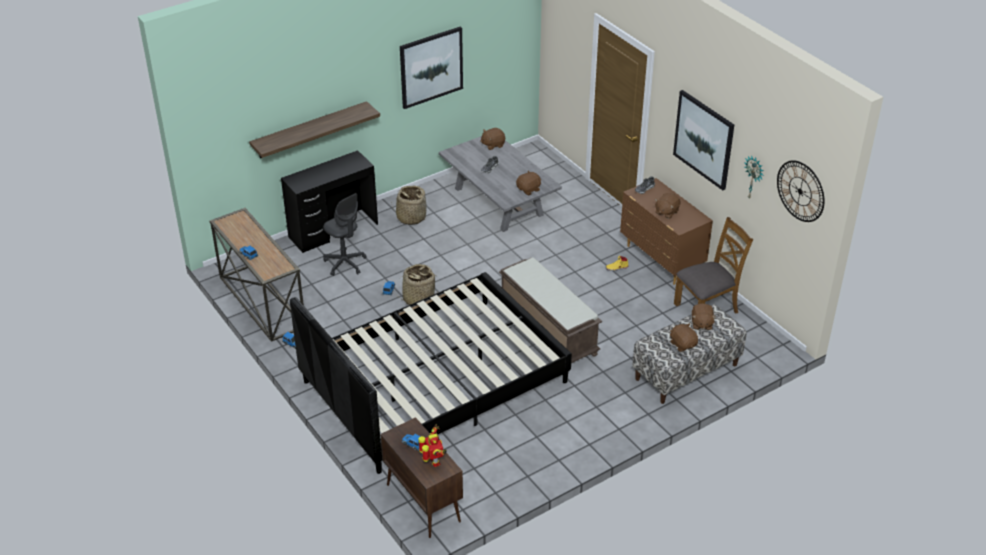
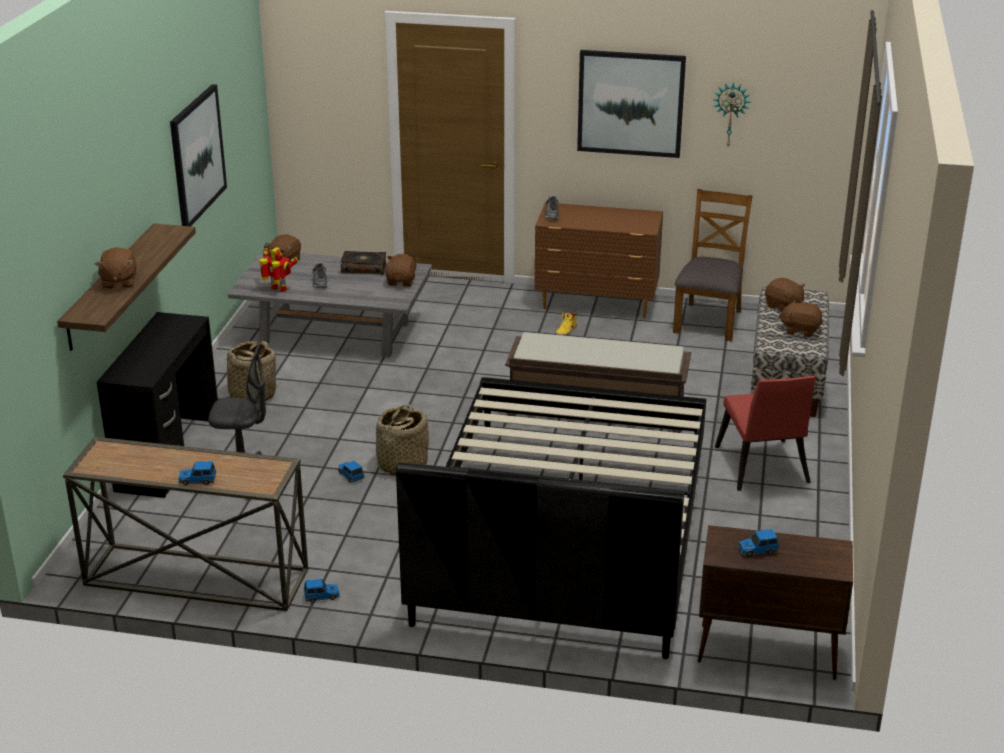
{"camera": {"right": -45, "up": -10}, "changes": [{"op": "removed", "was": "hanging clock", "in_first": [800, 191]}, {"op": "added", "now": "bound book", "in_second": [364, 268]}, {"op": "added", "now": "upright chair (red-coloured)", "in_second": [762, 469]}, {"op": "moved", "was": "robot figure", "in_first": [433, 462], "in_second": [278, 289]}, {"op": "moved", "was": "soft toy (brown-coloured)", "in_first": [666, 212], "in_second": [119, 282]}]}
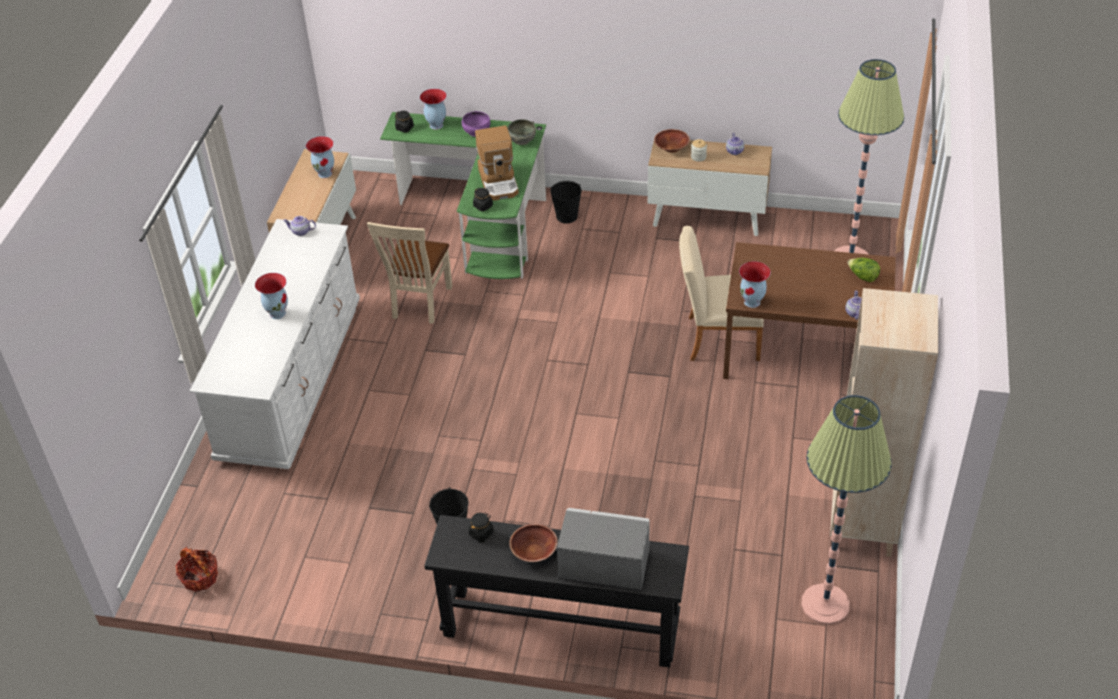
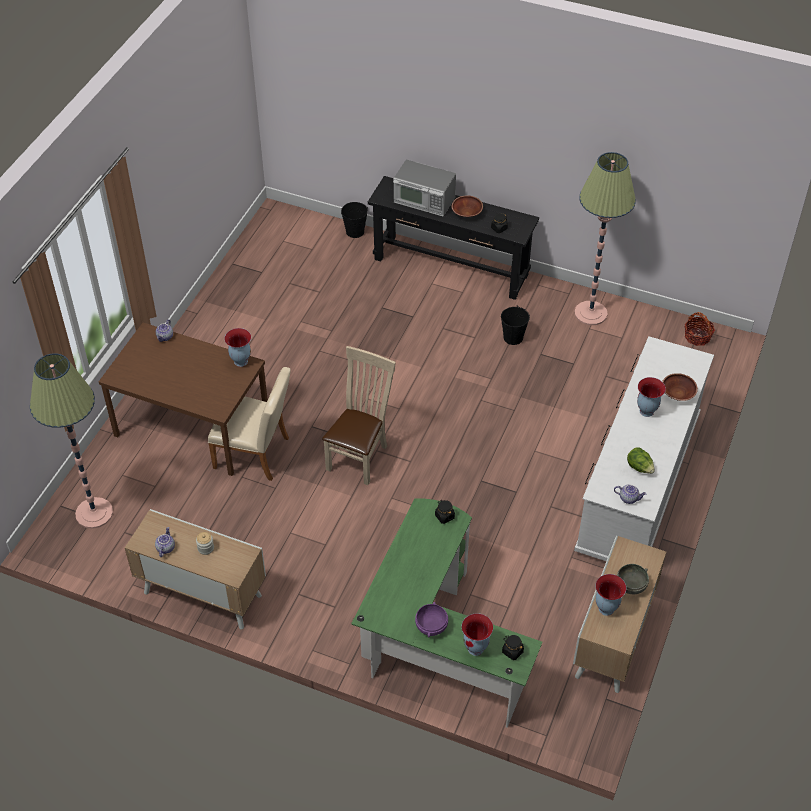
{"camera": {"right": -170, "up": 5}, "changes": [{"op": "removed", "was": "coffee brewer", "in_first": [499, 181]}, {"op": "removed", "was": "shelving unit (beige)", "in_first": [863, 526]}, {"op": "moved", "was": "upright chair (beige)", "in_first": [419, 304], "in_second": [360, 455]}, {"op": "moved", "was": "serving bowl (grey)", "in_first": [521, 140], "in_second": [631, 586]}, {"op": "moved", "was": "bucket (black-coloured)", "in_first": [567, 216], "in_second": [355, 231]}, {"op": "moved", "was": "serving bowl (brown-coloured)", "in_first": [671, 148], "in_second": [677, 393]}, {"op": "moved", "was": "standard lamp", "in_first": [825, 604], "in_second": [590, 313]}, {"op": "moved", "was": "head of lettuce", "in_first": [862, 277], "in_second": [639, 467]}]}
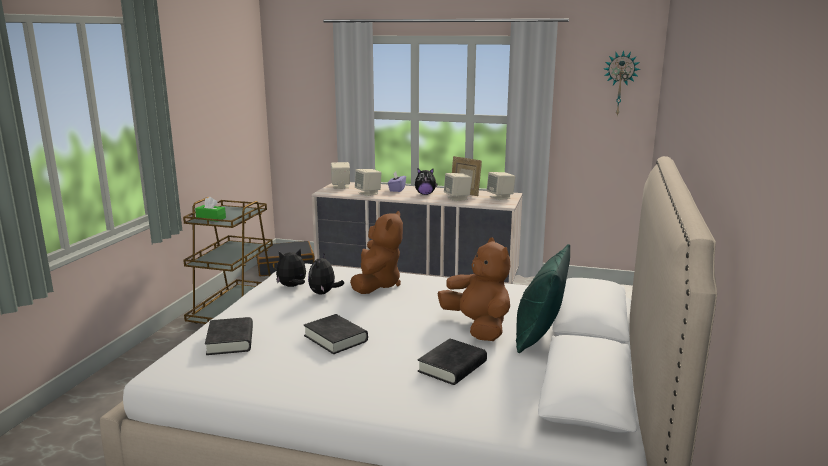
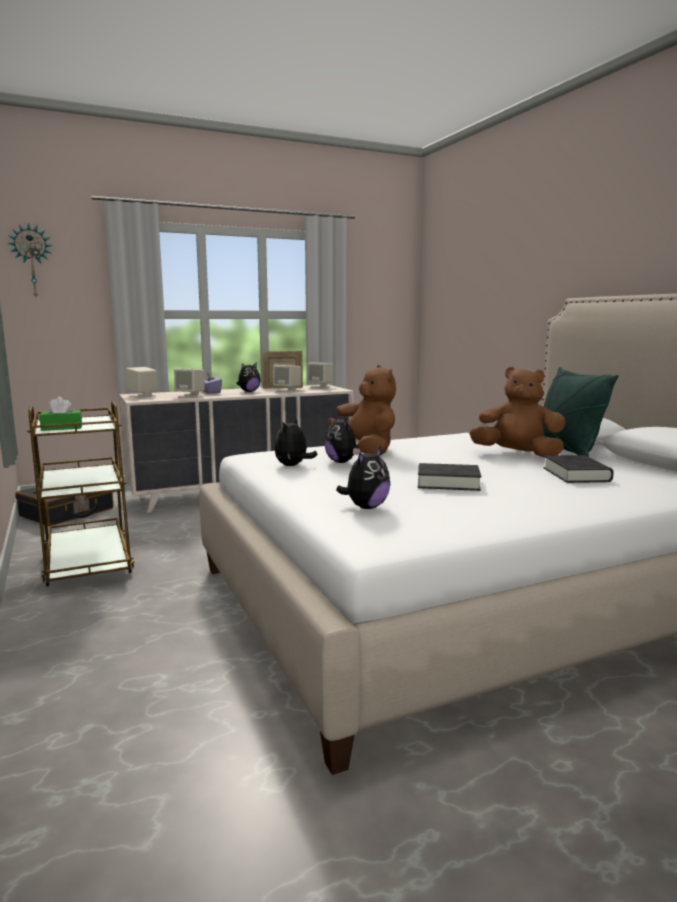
{"camera": {"right": -40, "up": -5}, "changes": [{"op": "moved", "was": "hanging clock", "in_first": [620, 83], "in_second": [32, 261]}, {"op": "replaced", "was": "bound book (black-coloured)", "now": "soft toy", "in_first": [230, 341], "in_second": [366, 507]}]}
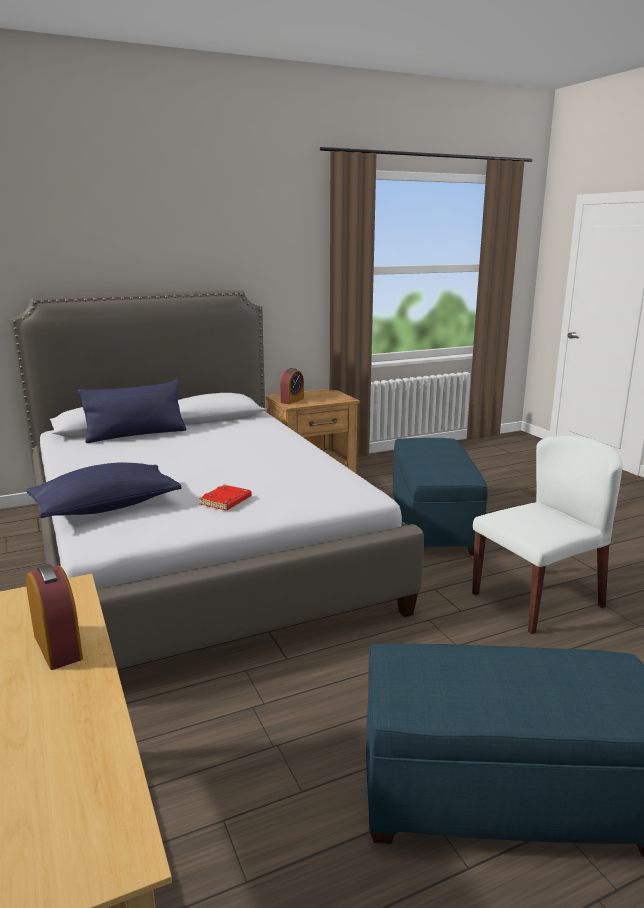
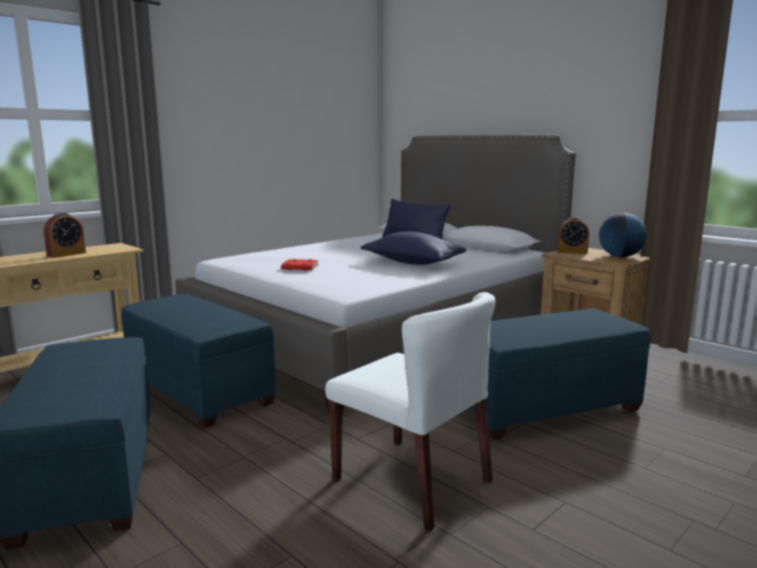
{"camera": {"right": 70, "up": -5}, "changes": [{"op": "added", "now": "pouffe (blue)", "in_second": [199, 390]}, {"op": "added", "now": "world globe", "in_second": [620, 256]}, {"op": "moved", "was": "throw pillow (blue)", "in_first": [106, 507], "in_second": [412, 263]}]}
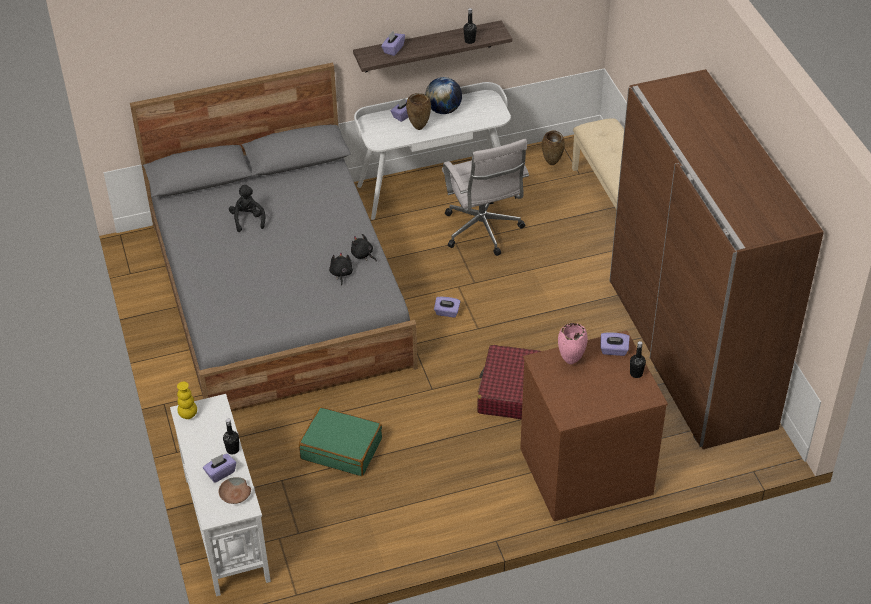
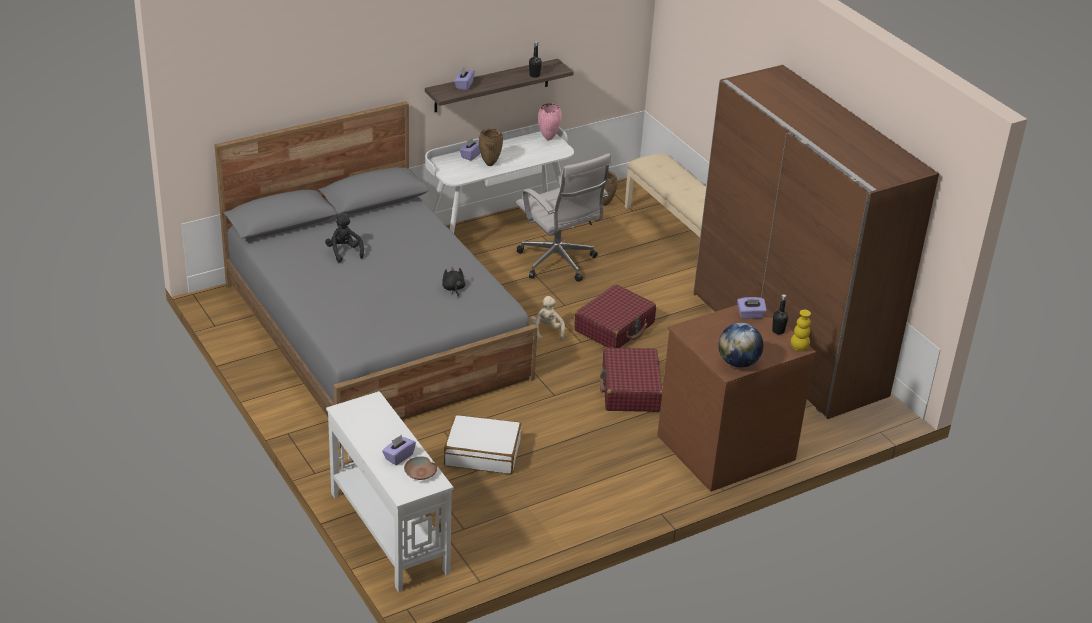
{"camera": {"right": -15, "up": -10}, "changes": [{"op": "removed", "was": "bottle (black-coloured)", "in_first": [232, 449]}, {"op": "removed", "was": "soft toy (black-coloured)", "in_first": [363, 255]}, {"op": "added", "now": "piece of luggage (red-coloured)", "in_second": [614, 327]}, {"op": "moved", "was": "decorative vase (yellow-coloured)", "in_first": [188, 415], "in_second": [799, 348]}, {"op": "moved", "was": "world globe", "in_first": [443, 110], "in_second": [738, 363]}, {"op": "moved", "was": "decorative vase (pink)", "in_first": [571, 362], "in_second": [548, 139]}, {"op": "replaced", "was": "tissue box (purple)", "now": "soft toy (beige)", "in_first": [447, 312], "in_second": [546, 331]}, {"op": "recoloured", "was": "piece of luggage (green-coloured)", "now": "piece of luggage (white-coloured)", "in_first": [341, 448], "in_second": [482, 453]}]}
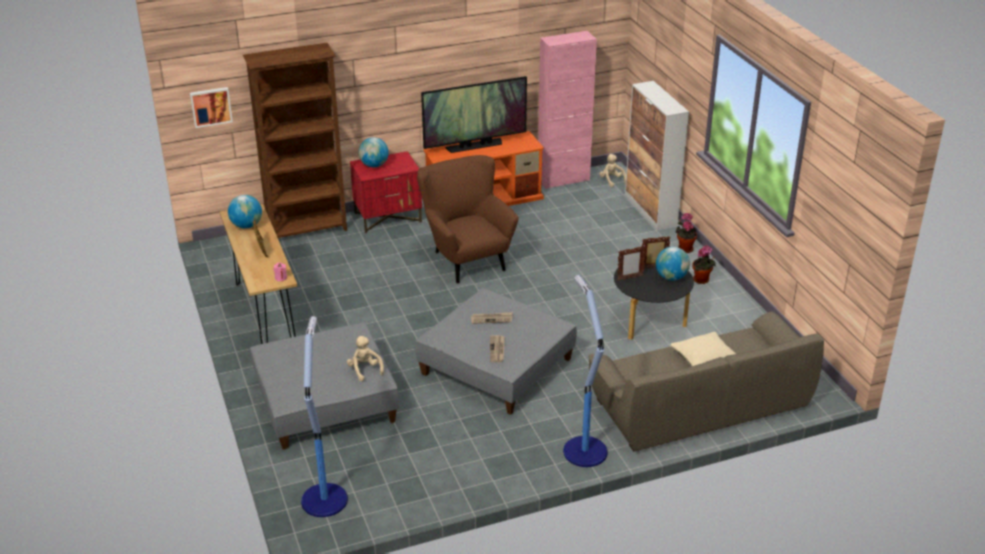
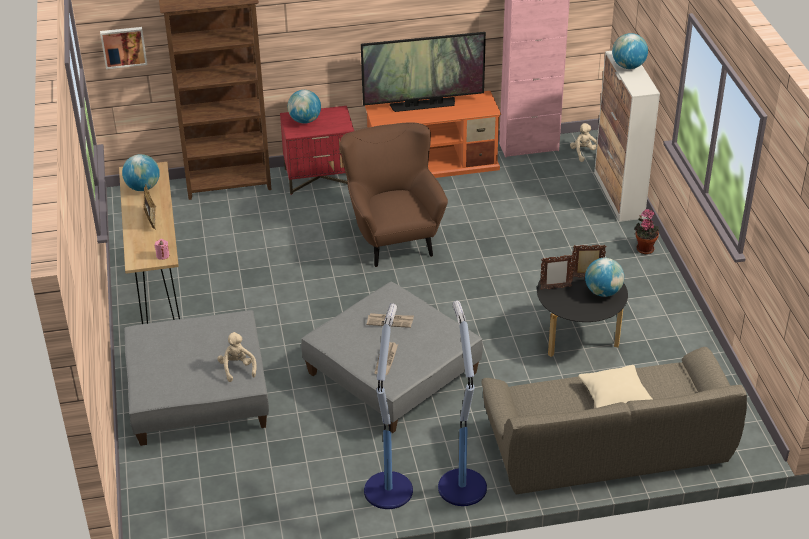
{"camera": {"right": 10, "up": 5}, "changes": [{"op": "removed", "was": "plant in a pot", "in_first": [702, 280]}, {"op": "added", "now": "world globe", "in_second": [628, 66]}, {"op": "moved", "was": "standard lamp", "in_first": [324, 498], "in_second": [388, 488]}]}
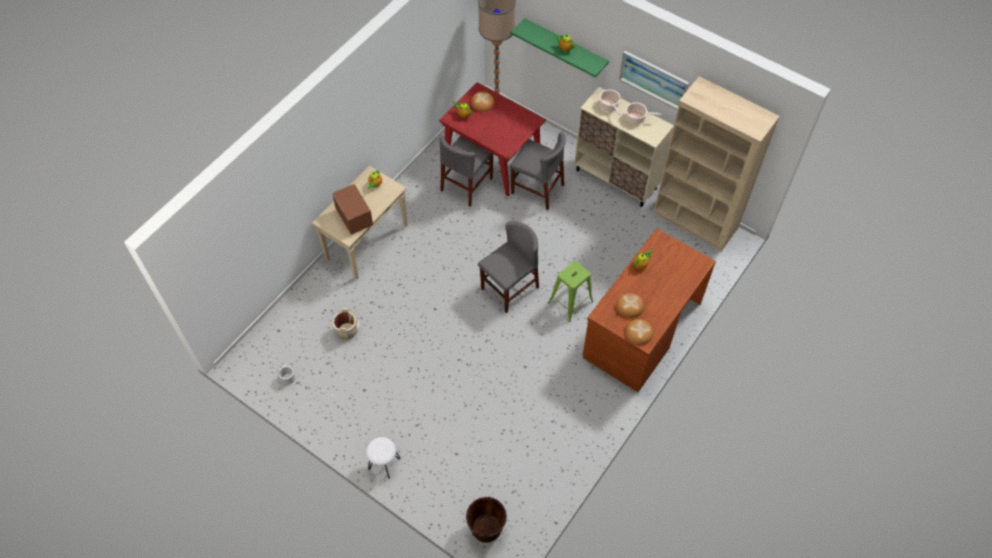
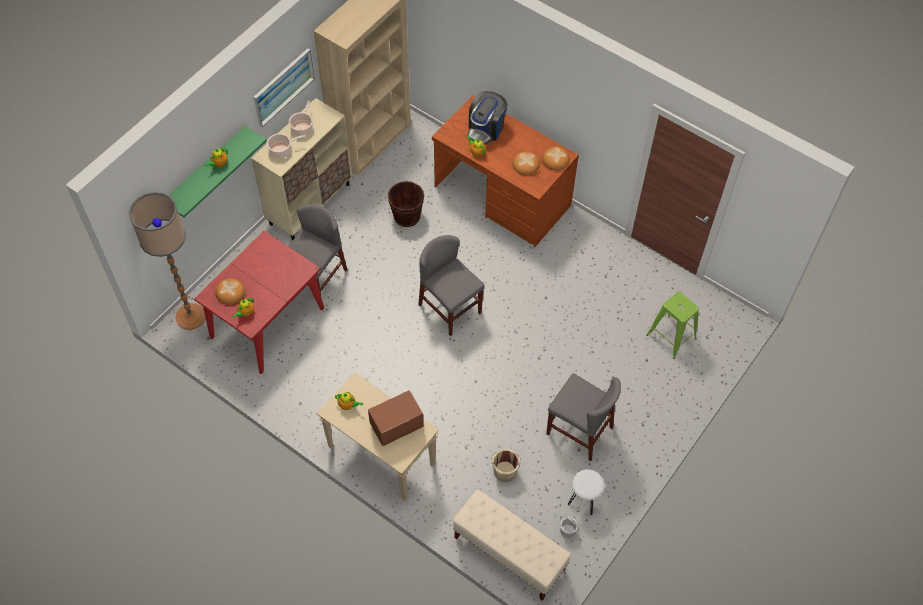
{"camera": {"right": -90, "up": 0}, "changes": [{"op": "added", "now": "long seat (beige)", "in_second": [509, 553]}, {"op": "added", "now": "coffee brewer", "in_second": [486, 128]}, {"op": "moved", "was": "stool (white-coloured)", "in_first": [384, 464], "in_second": [584, 499]}, {"op": "moved", "was": "upright chair (grey)", "in_first": [466, 184], "in_second": [579, 430]}, {"op": "moved", "was": "bucket (brown-coloured)", "in_first": [486, 528], "in_second": [407, 216]}, {"op": "moved", "was": "stool (green-coloured)", "in_first": [570, 302], "in_second": [671, 337]}]}
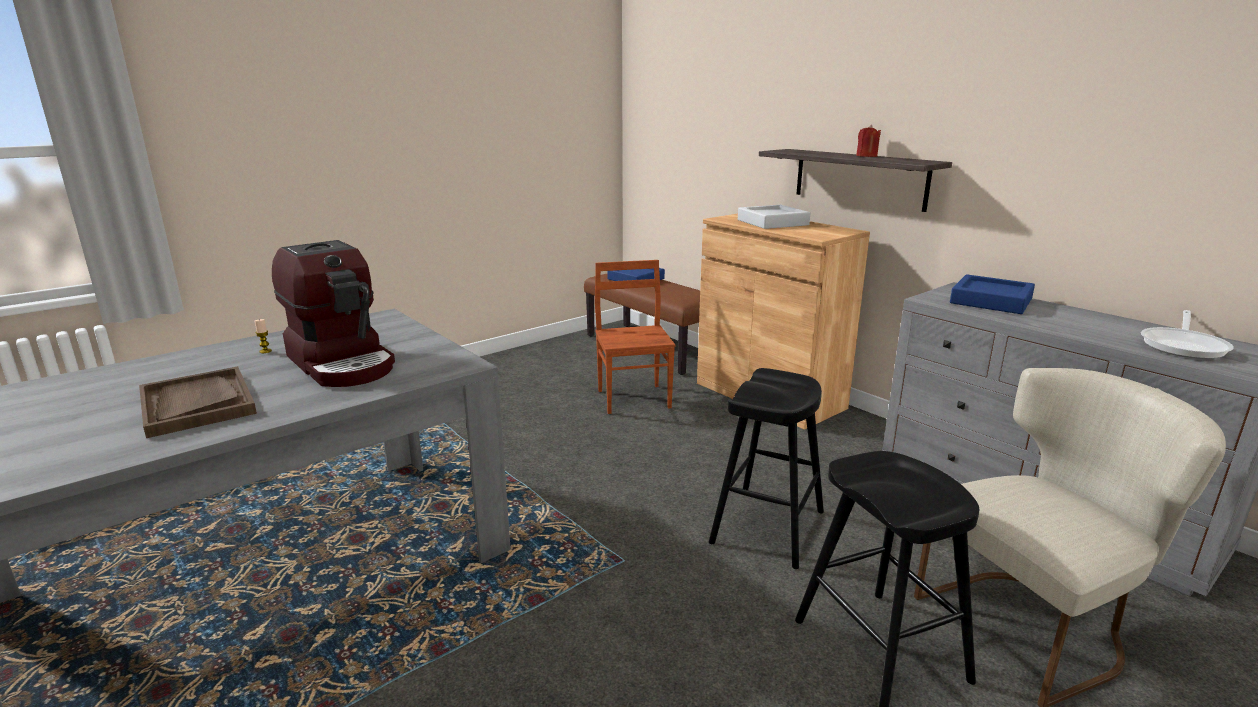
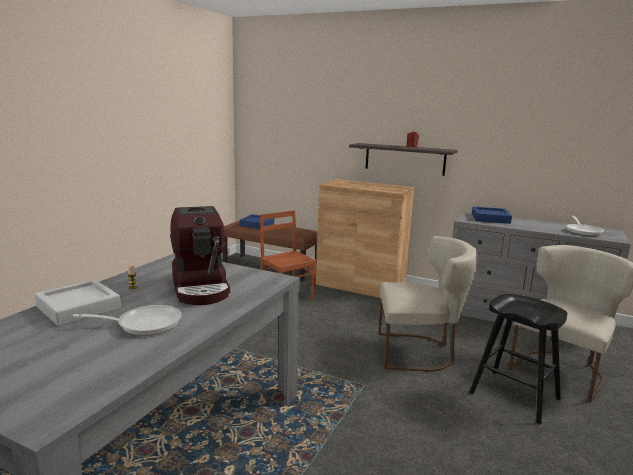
{"camera": {"right": -25, "up": -5}, "changes": [{"op": "moved", "was": "tray (grey)", "in_first": [772, 222], "in_second": [78, 308]}, {"op": "replaced", "was": "tray (brown-coloured)", "now": "frying pan", "in_first": [197, 404], "in_second": [144, 324]}, {"op": "replaced", "was": "stool (black-coloured)", "now": "upright chair (beige)", "in_first": [768, 527], "in_second": [419, 352]}, {"op": "turned", "was": "coffee brewer", "in_first": [343, 363], "in_second": [201, 287], "clockwise": 45}]}
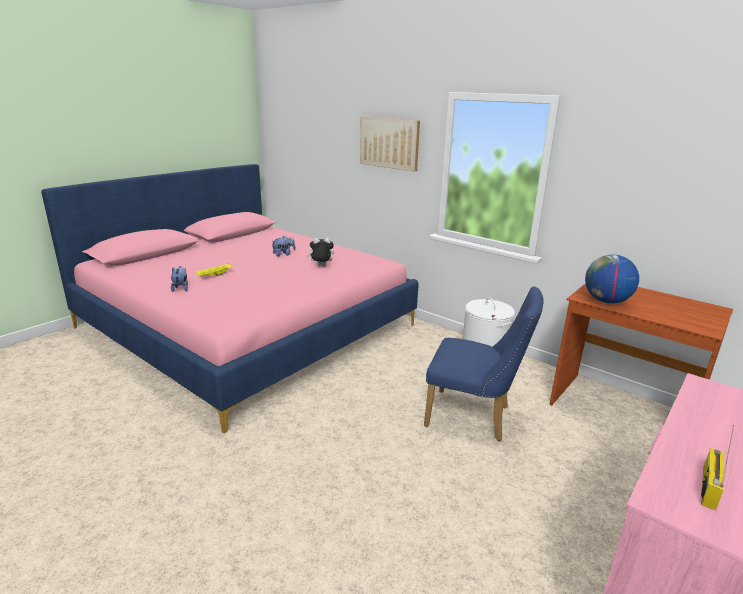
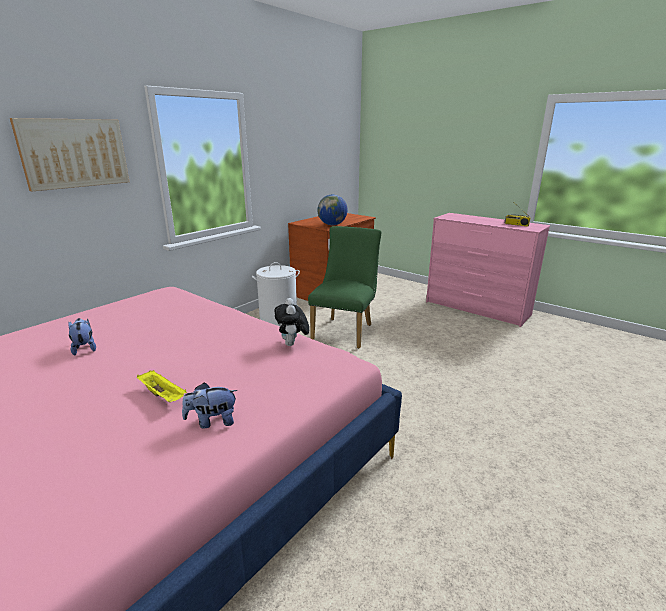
{"camera": {"right": -90, "up": 0}, "changes": [{"op": "moved", "was": "soft toy", "in_first": [321, 266], "in_second": [292, 344]}, {"op": "recoloured", "was": "upright chair (blue)", "now": "upright chair (green-coloured)", "in_first": [474, 417], "in_second": [345, 330]}]}
